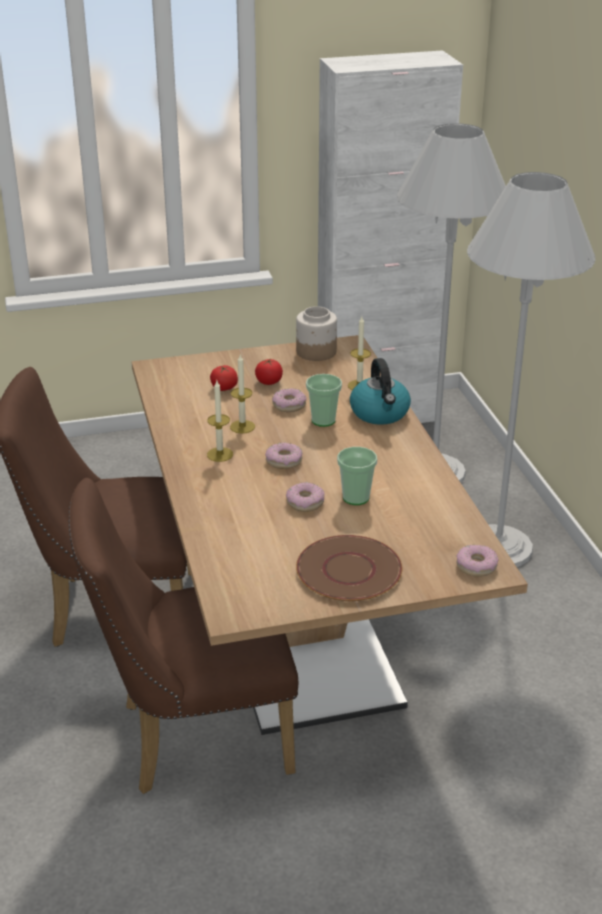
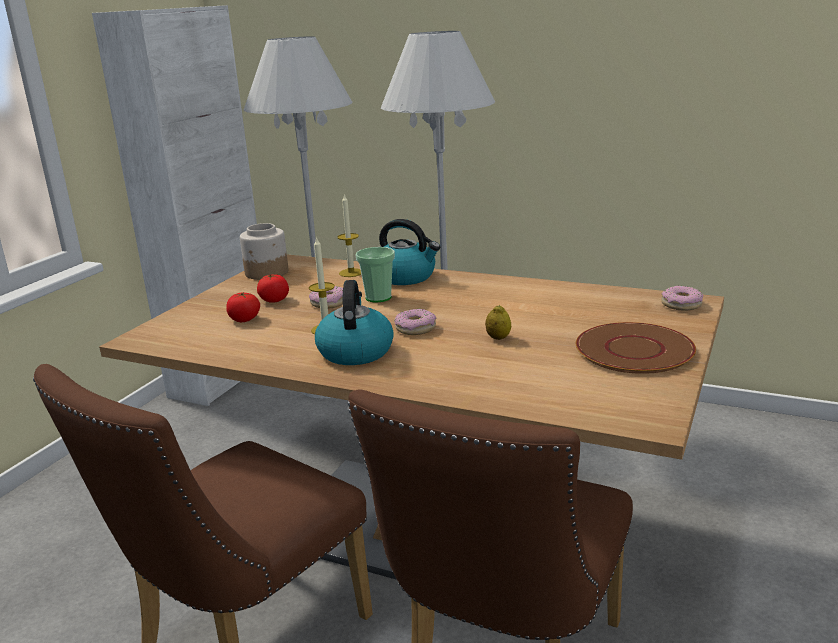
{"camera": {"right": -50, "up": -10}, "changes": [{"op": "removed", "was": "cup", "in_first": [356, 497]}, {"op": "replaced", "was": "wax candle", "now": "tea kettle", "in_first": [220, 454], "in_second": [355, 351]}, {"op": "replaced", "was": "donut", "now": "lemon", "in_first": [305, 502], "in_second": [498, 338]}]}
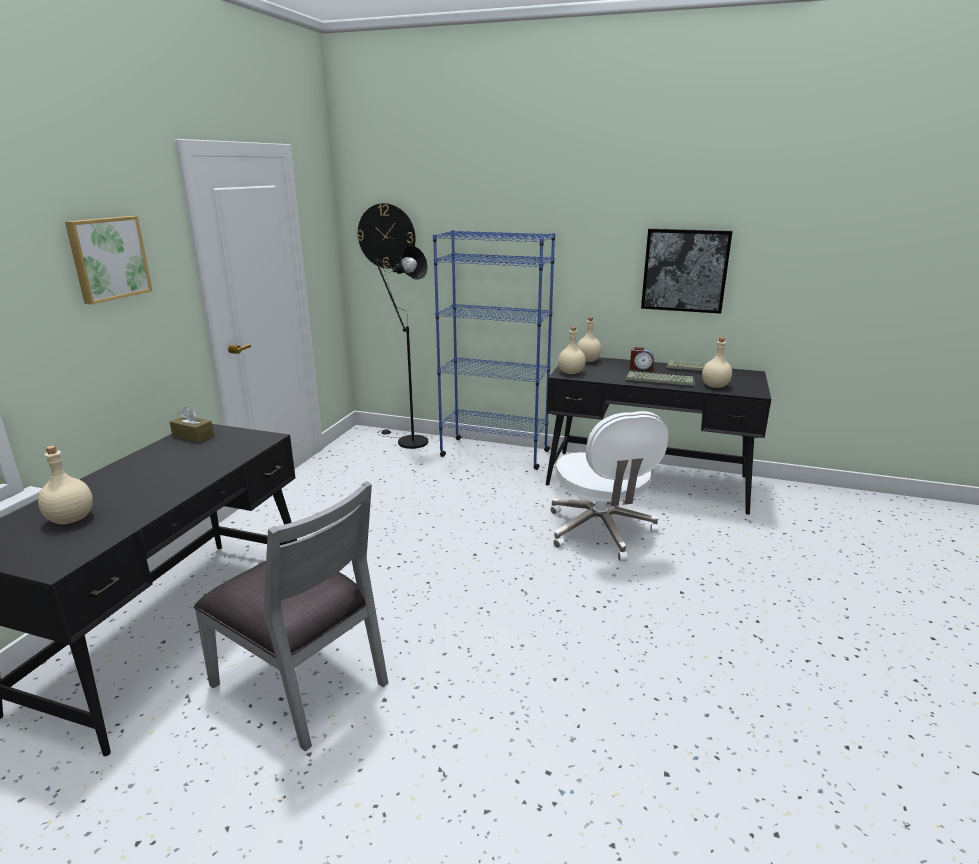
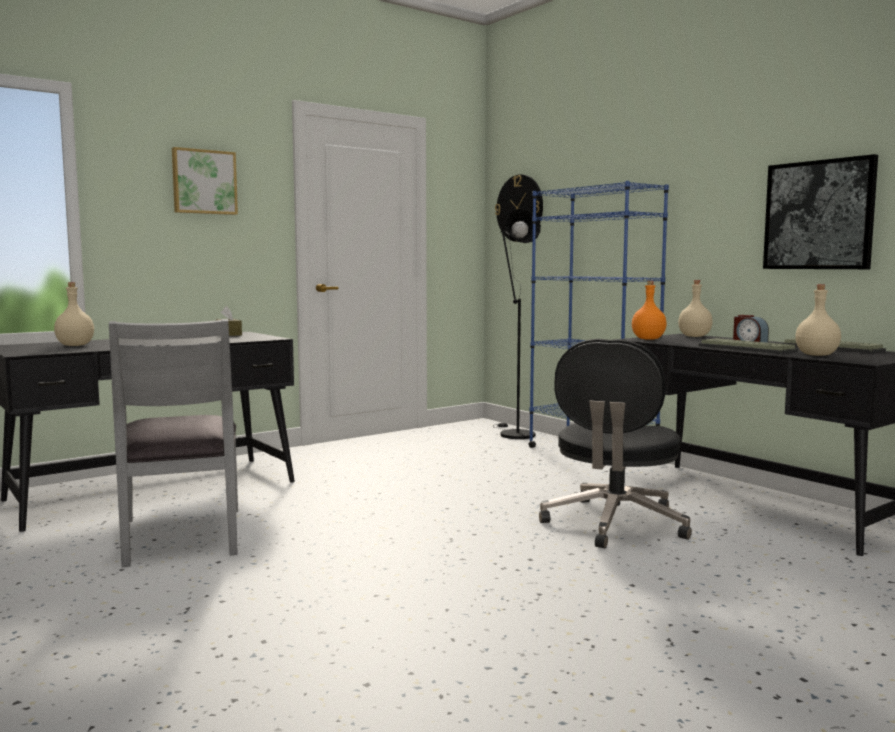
{"camera": {"right": 35, "up": -15}, "changes": [{"op": "recoloured", "was": "computer chair (white-coloured)", "now": "computer chair (black-coloured)", "in_first": [601, 531], "in_second": [614, 524]}, {"op": "recoloured", "was": "bottle (beige)", "now": "bottle (orangey)", "in_first": [571, 373], "in_second": [648, 339]}]}
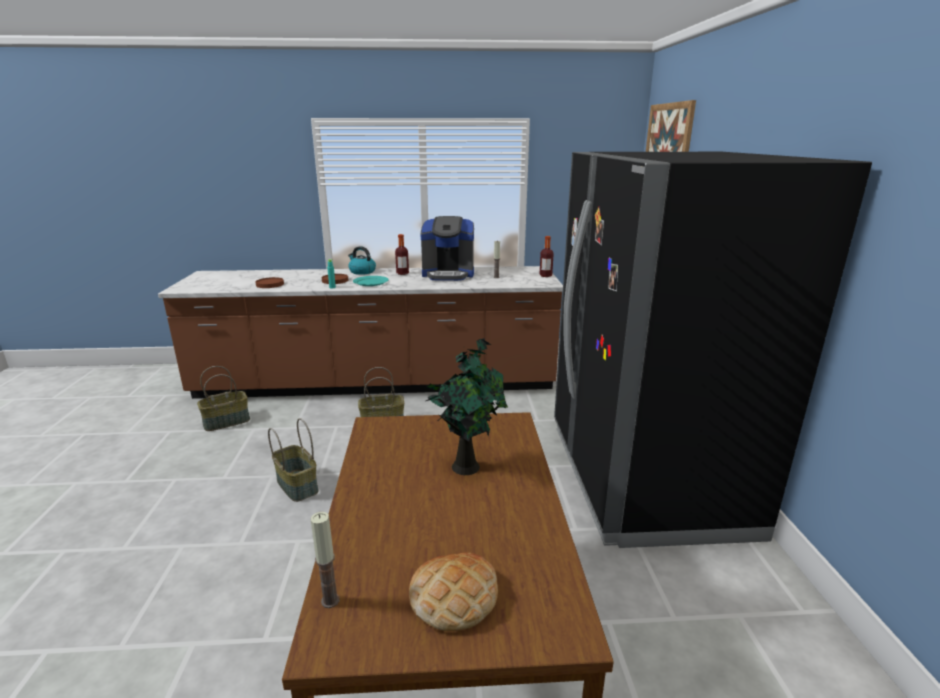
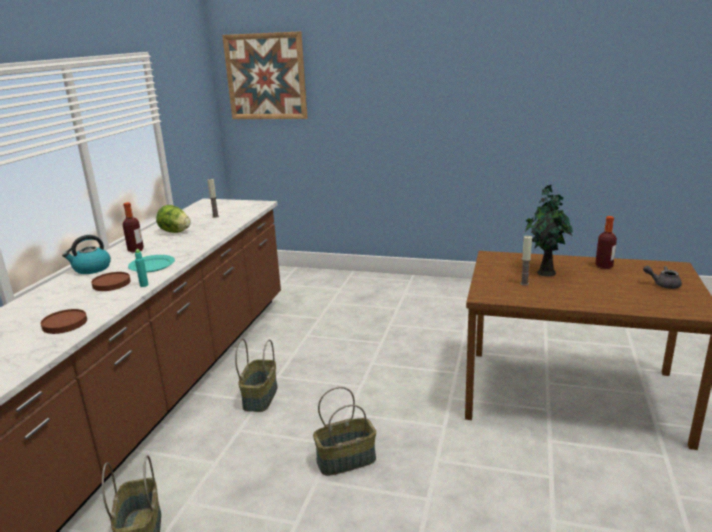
{"camera": {"right": -70, "up": 0}, "changes": [{"op": "removed", "was": "kitchen fridge (black-coloured)", "in_first": [644, 477]}, {"op": "moved", "was": "wax candle", "in_first": [330, 600], "in_second": [524, 283]}, {"op": "moved", "was": "bottle", "in_first": [545, 275], "in_second": [603, 266]}, {"op": "replaced", "was": "bread", "now": "tea pot (grey)", "in_first": [454, 596], "in_second": [663, 284]}, {"op": "replaced", "was": "coffee brewer", "now": "head of lettuce", "in_first": [448, 274], "in_second": [175, 232]}]}
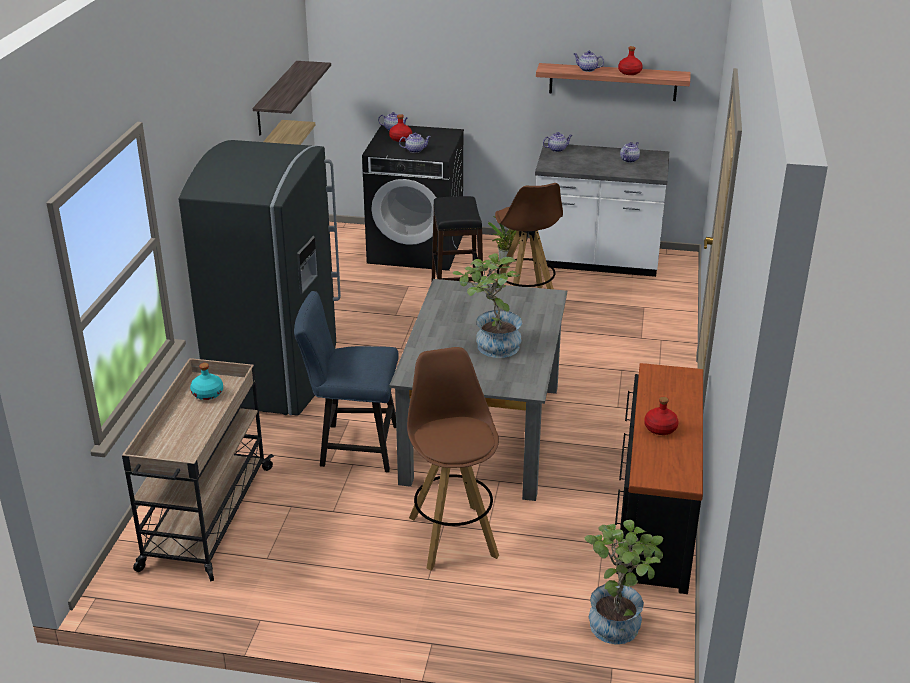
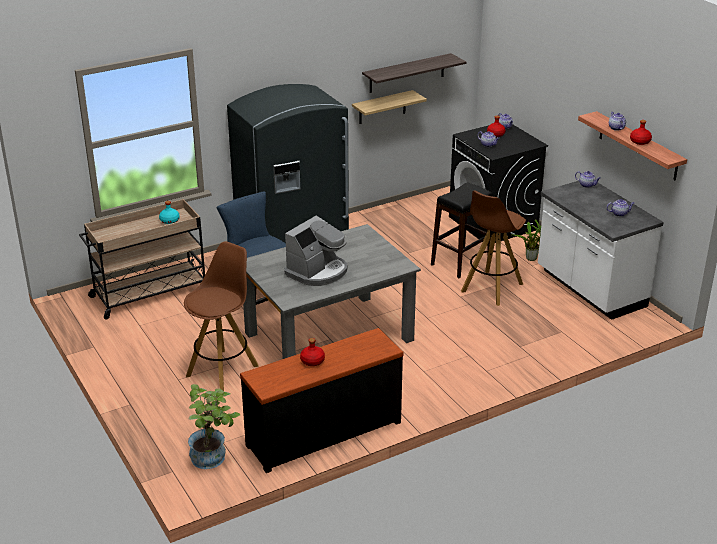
{"camera": {"right": 50, "up": 0}, "changes": [{"op": "replaced", "was": "plant in a pot", "now": "coffee brewer", "in_first": [491, 346], "in_second": [317, 272]}]}
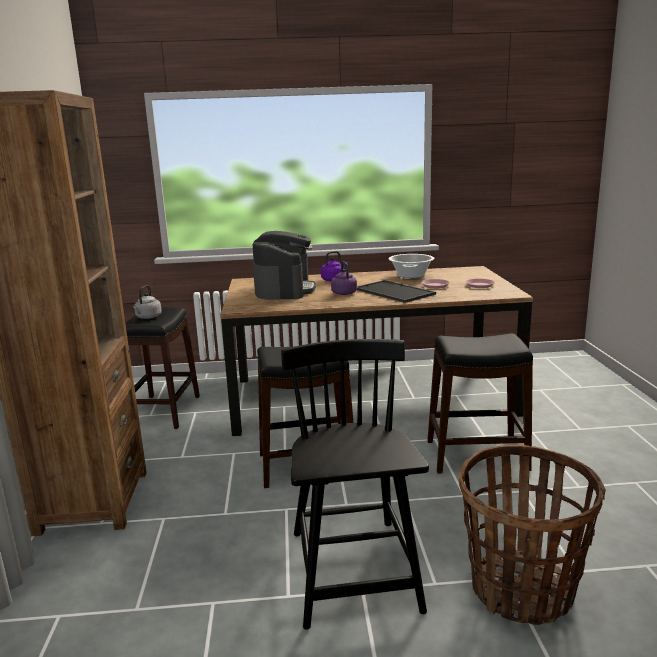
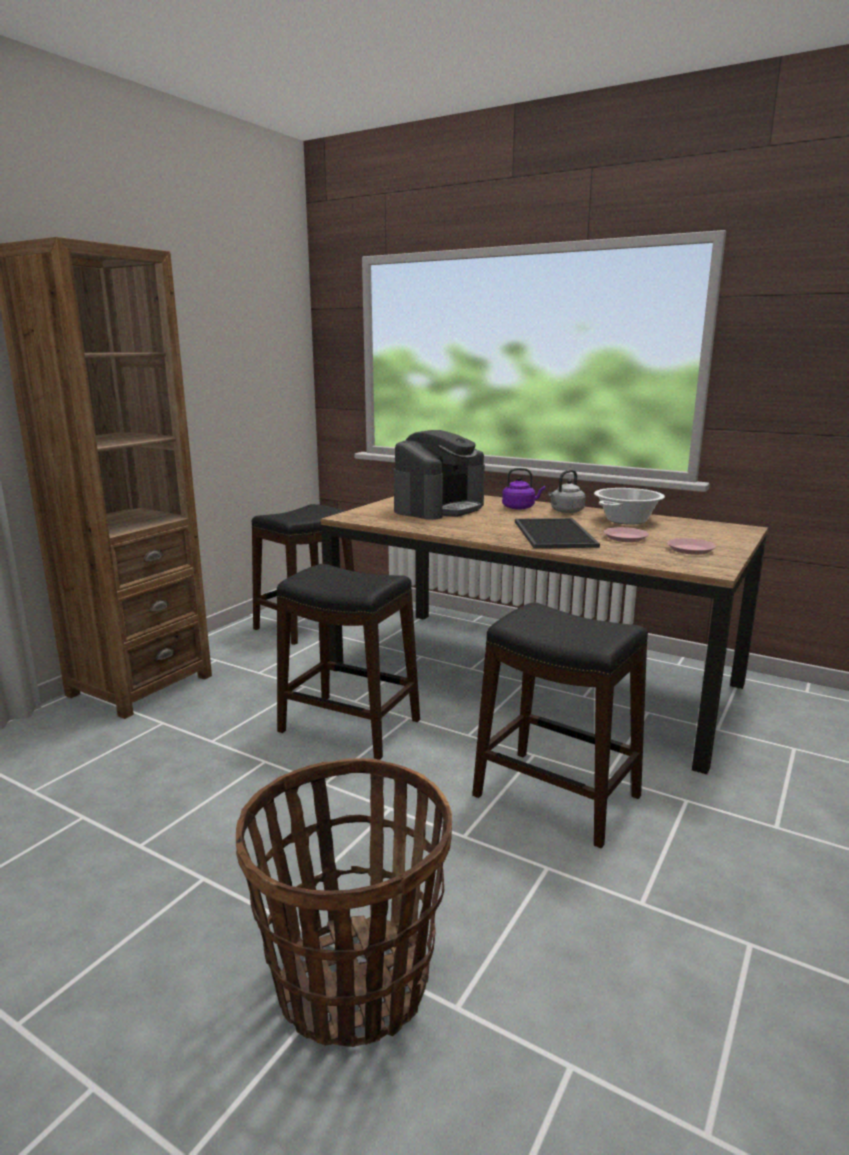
{"camera": {"right": 35, "up": 0}, "changes": [{"op": "removed", "was": "upright chair (black-coloured)", "in_first": [354, 573]}, {"op": "removed", "was": "tea kettle (purple)", "in_first": [343, 293]}, {"op": "moved", "was": "tea kettle (grey)", "in_first": [148, 317], "in_second": [566, 511]}]}
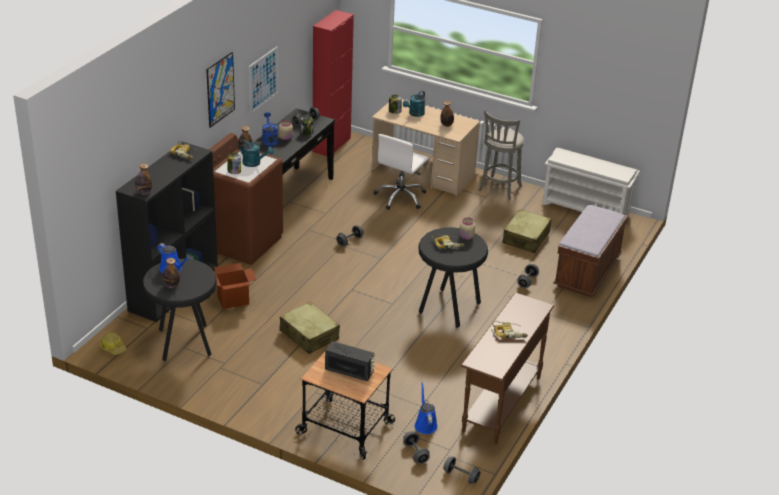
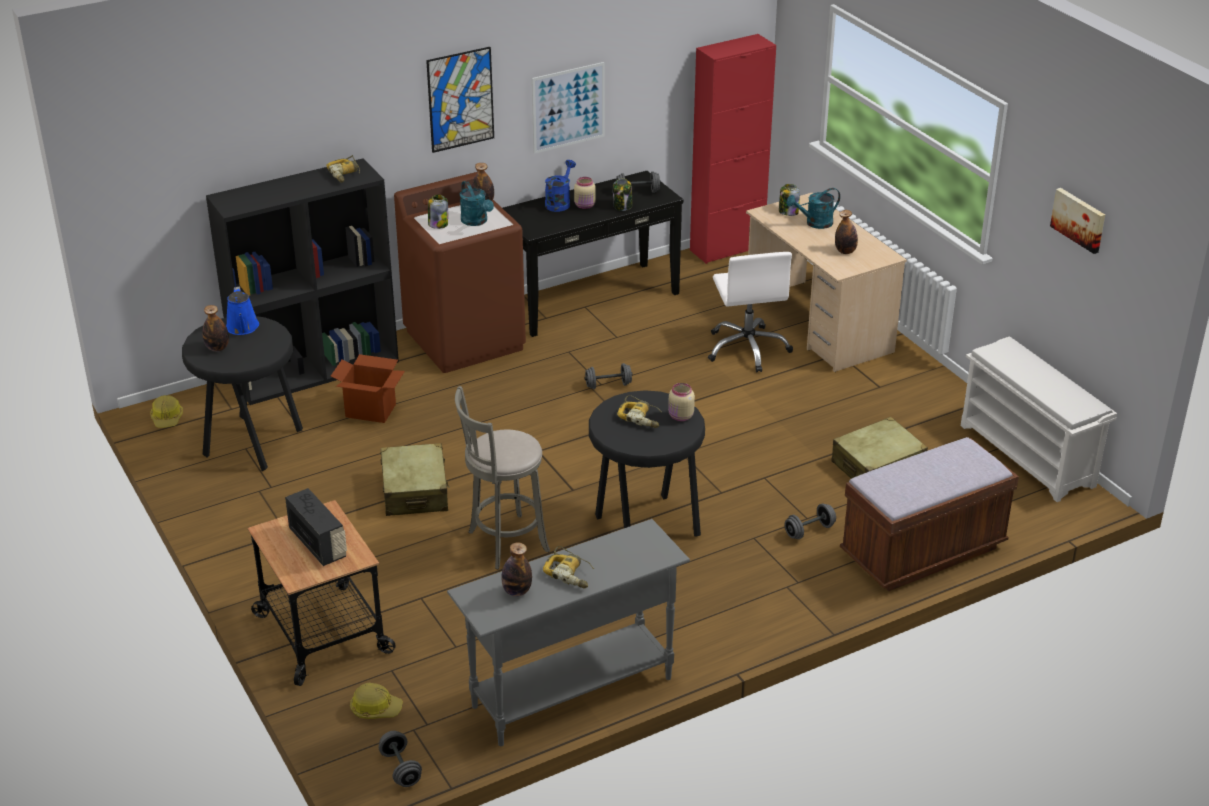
{"camera": {"right": 35, "up": 0}, "changes": [{"op": "removed", "was": "sprinkling can (blue)", "in_first": [425, 424]}, {"op": "added", "now": "picture", "in_second": [1079, 219]}, {"op": "moved", "was": "bottle", "in_first": [143, 193], "in_second": [517, 591]}, {"op": "moved", "was": "stool (grey)", "in_first": [499, 189], "in_second": [504, 543]}, {"op": "replaced", "was": "free weight (grey)", "now": "safety helmet", "in_first": [415, 453], "in_second": [375, 708]}, {"op": "recoloured", "was": "narrow table (brown-coloured)", "now": "narrow table (grey)", "in_first": [501, 404], "in_second": [571, 692]}, {"op": "turned", "was": "computer chair (white-coloured)", "in_first": [400, 197], "in_second": [747, 349], "clockwise": -75}]}
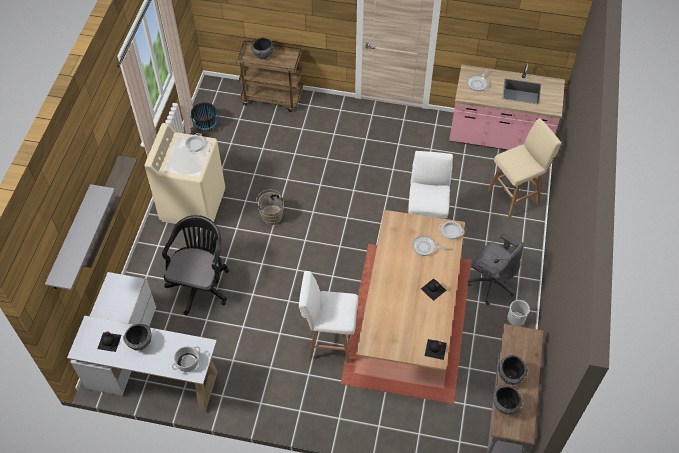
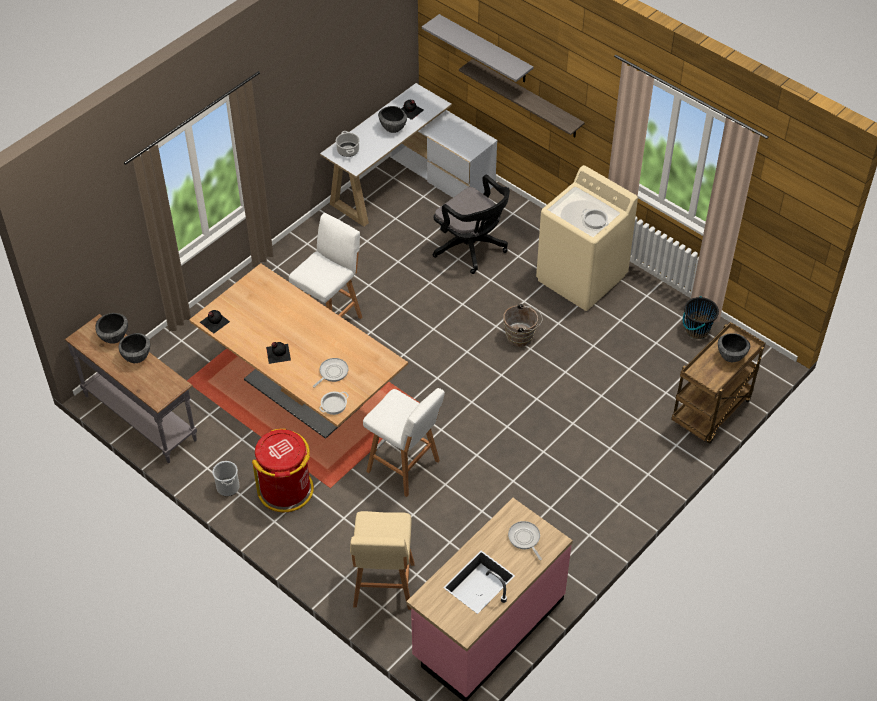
{"camera": {"right": 120, "up": -5}, "changes": [{"op": "replaced", "was": "computer chair (grey)", "now": "trash can (red-coloured)", "in_first": [491, 283], "in_second": [286, 489]}]}
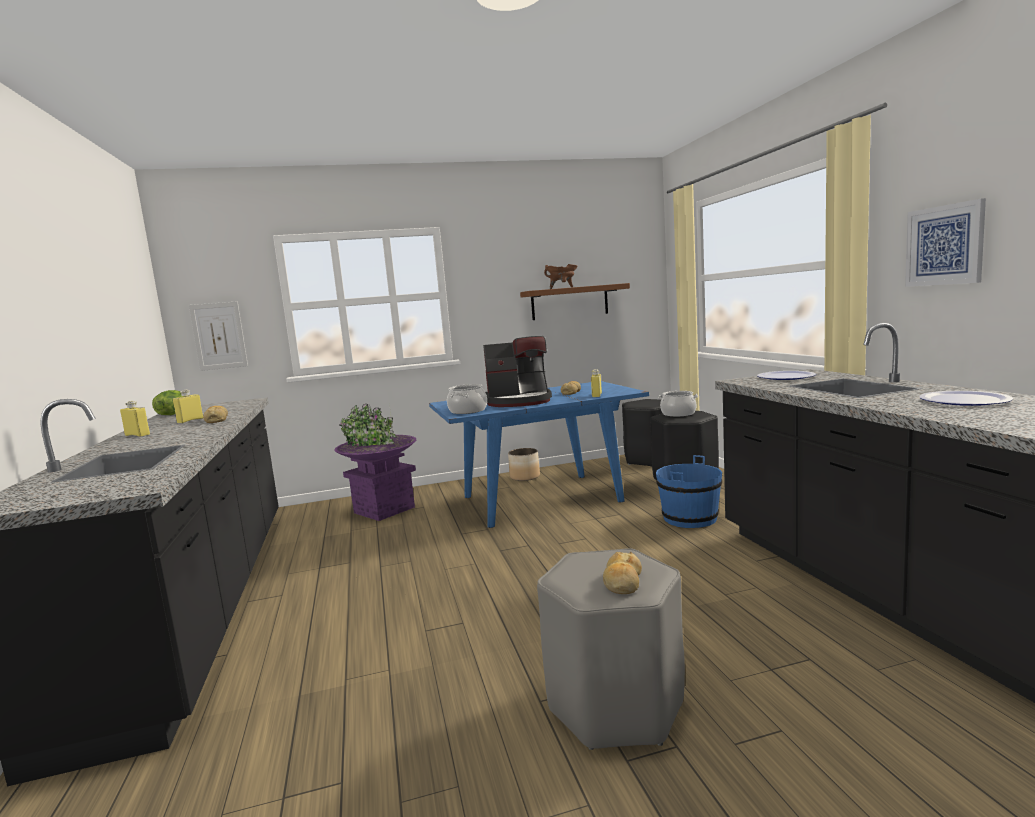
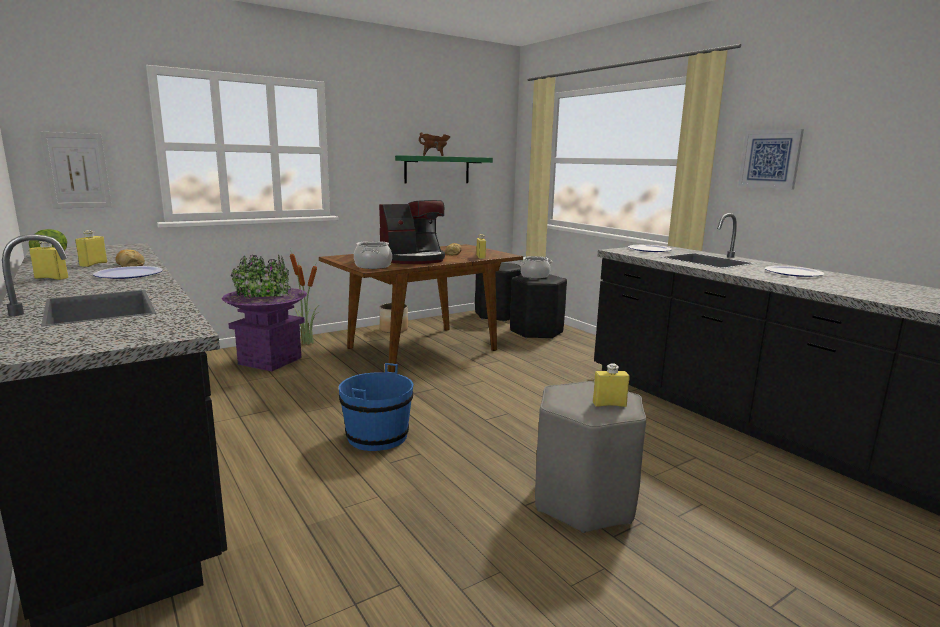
{"camera": {"right": -20, "up": 5}, "changes": [{"op": "added", "now": "dinner plate", "in_second": [128, 274]}, {"op": "added", "now": "plant in a pot", "in_second": [306, 343]}, {"op": "moved", "was": "bucket (blue)", "in_first": [689, 518], "in_second": [377, 436]}, {"op": "replaced", "was": "bread", "now": "bottle (yellow-coloured)", "in_first": [622, 582], "in_second": [609, 404]}, {"op": "recoloured", "was": "dinner table (blue)", "now": "dinner table (brown-coloured)", "in_first": [542, 499], "in_second": [423, 349]}, {"op": "recoloured", "was": "shelf (brown-coloured)", "now": "shelf (green-coloured)", "in_first": [569, 302], "in_second": [437, 169]}]}
